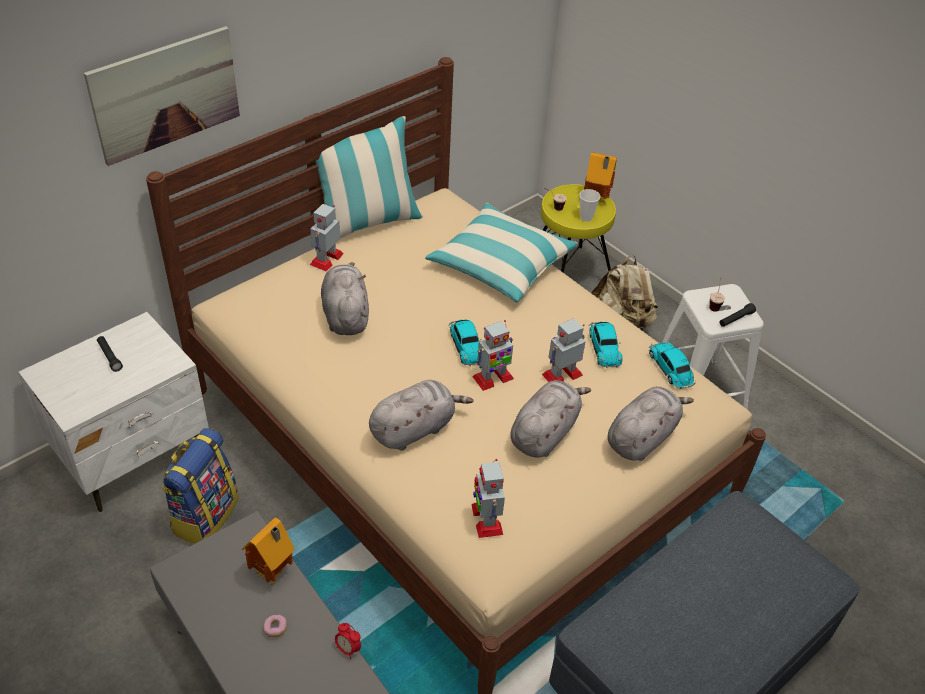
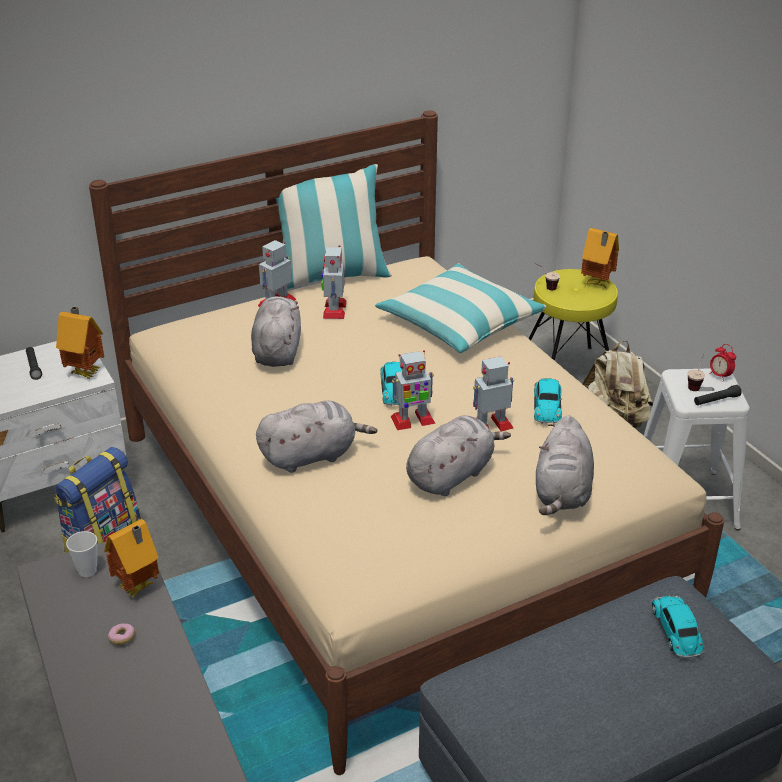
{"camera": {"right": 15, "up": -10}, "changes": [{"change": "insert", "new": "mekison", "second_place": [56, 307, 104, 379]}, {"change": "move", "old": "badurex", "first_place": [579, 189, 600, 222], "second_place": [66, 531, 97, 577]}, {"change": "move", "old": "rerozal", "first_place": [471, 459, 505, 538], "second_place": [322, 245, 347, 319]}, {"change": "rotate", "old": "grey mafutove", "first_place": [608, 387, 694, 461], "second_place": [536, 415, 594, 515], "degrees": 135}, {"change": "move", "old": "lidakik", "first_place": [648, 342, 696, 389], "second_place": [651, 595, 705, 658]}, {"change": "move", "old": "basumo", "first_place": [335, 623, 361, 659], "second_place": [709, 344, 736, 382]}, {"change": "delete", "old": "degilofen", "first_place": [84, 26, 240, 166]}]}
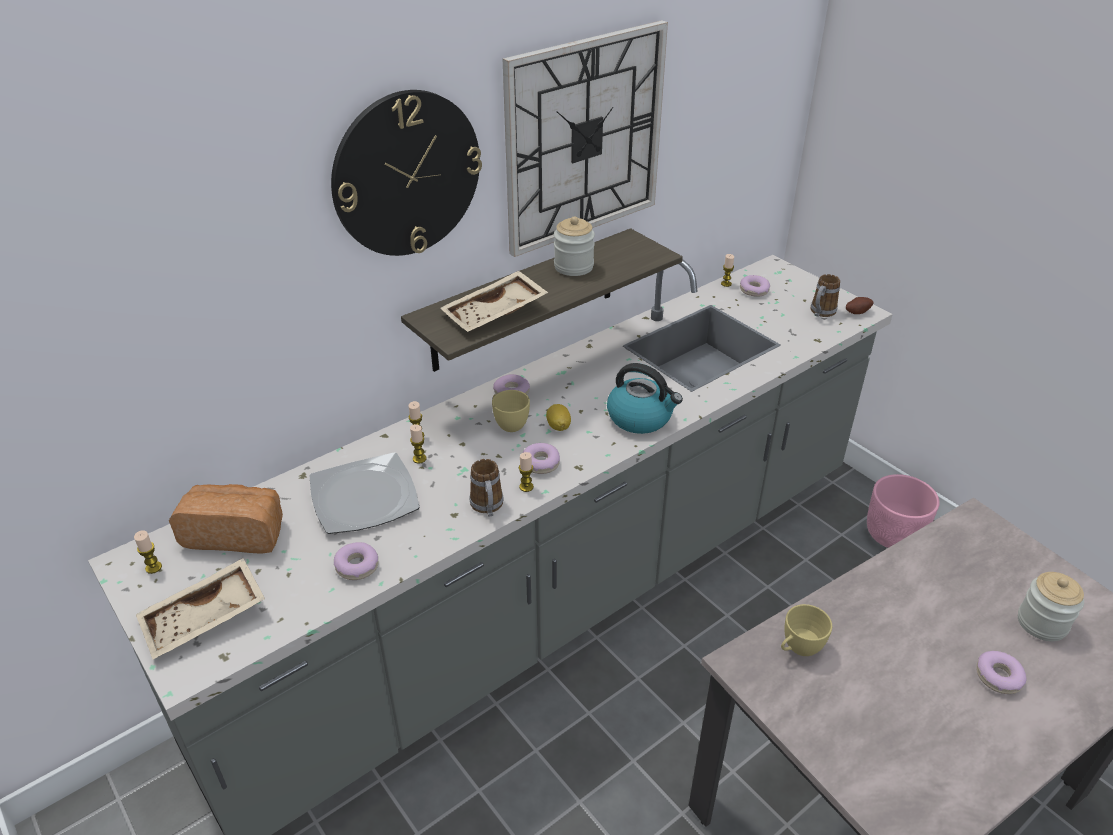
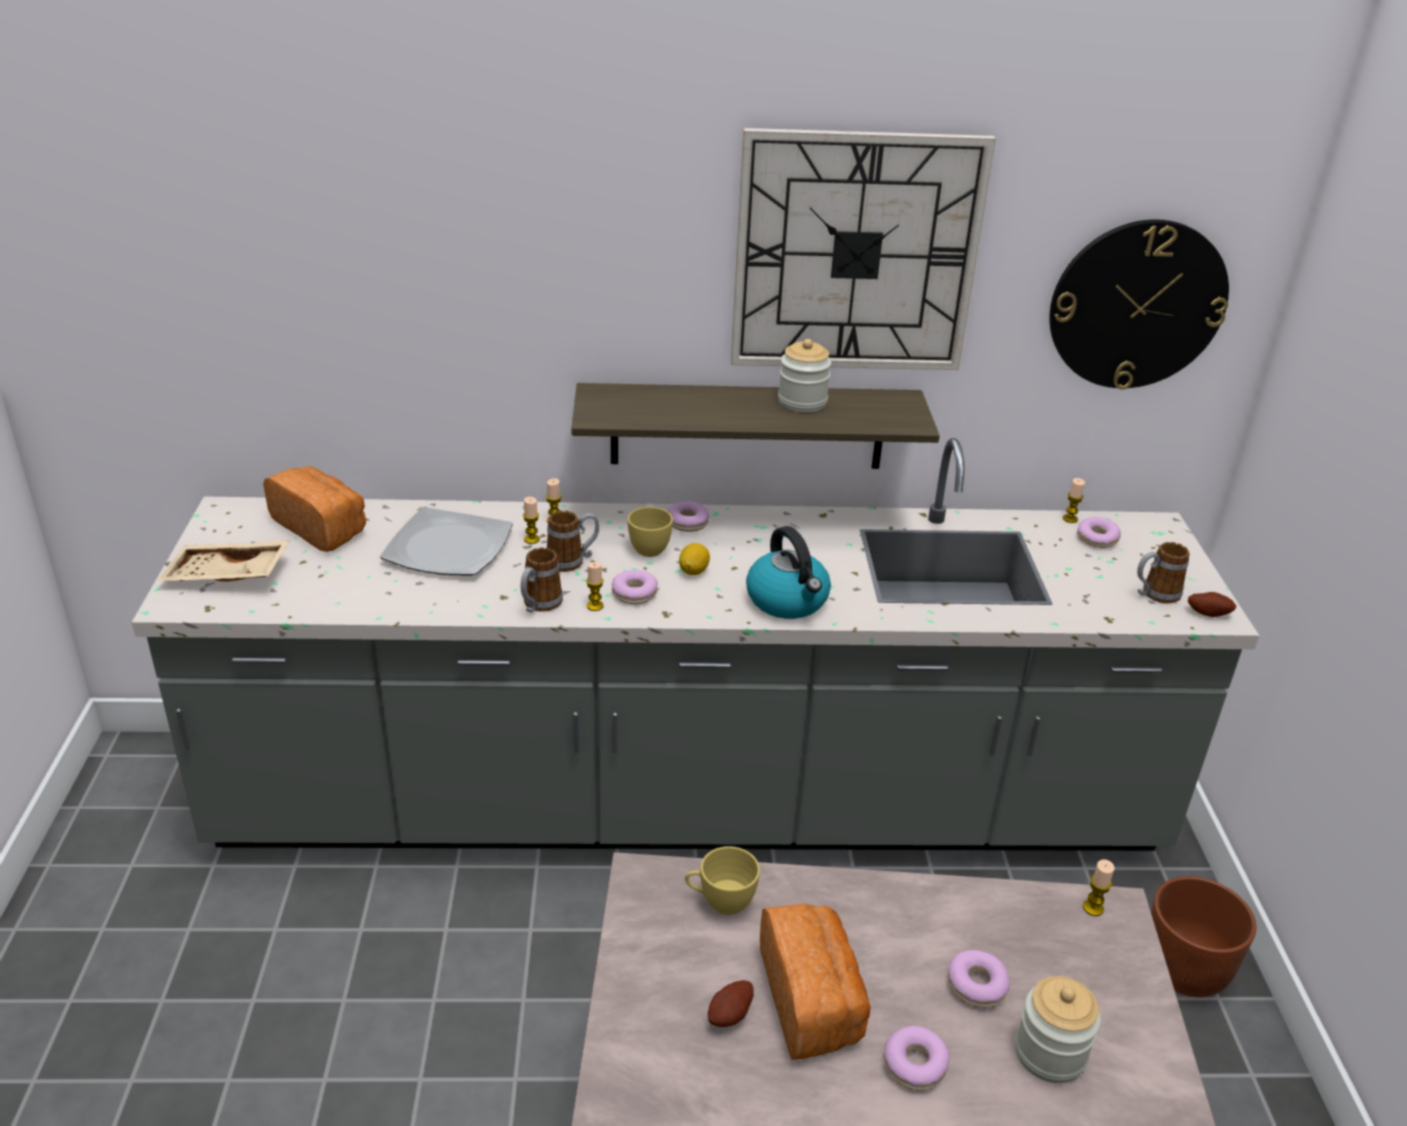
{"camera": {"right": 35, "up": -5}, "changes": [{"change": "insert", "new": "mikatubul", "second_place": [547, 511, 599, 572]}, {"change": "insert", "new": "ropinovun", "second_place": [708, 980, 754, 1027]}, {"change": "insert", "new": "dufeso", "second_place": [760, 903, 871, 1060]}, {"change": "move", "old": "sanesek", "first_place": [334, 542, 378, 580], "second_place": [948, 950, 1010, 1008]}, {"change": "move", "old": "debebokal", "first_place": [331, 90, 482, 256], "second_place": [1049, 219, 1229, 390]}, {"change": "move", "old": "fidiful", "first_place": [134, 530, 162, 574], "second_place": [1083, 859, 1115, 916]}, {"change": "recolor", "old": "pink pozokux", "new": "brown pozokux", "first_place": [867, 474, 940, 548], "second_place": [1151, 876, 1257, 998]}, {"change": "delete", "old": "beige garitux", "first_place": [440, 271, 548, 332]}]}
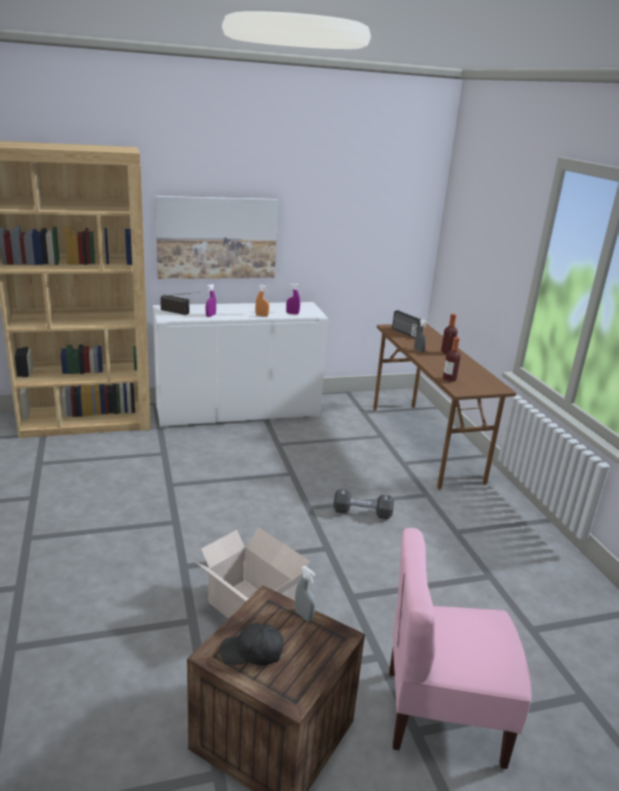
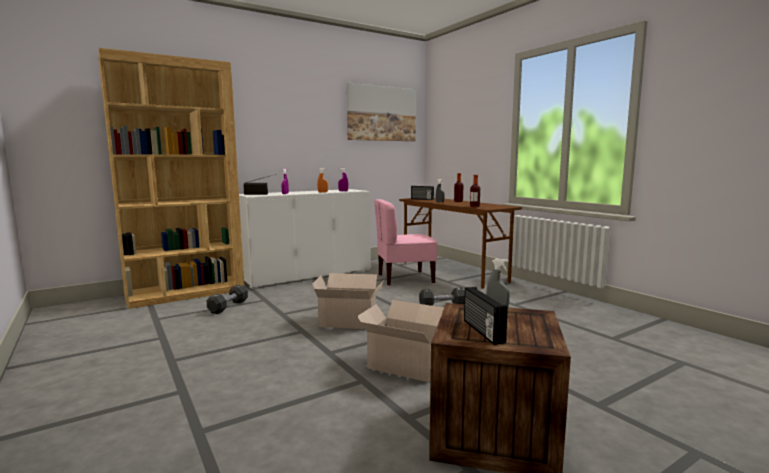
{"camera": {"right": -15, "up": -15}, "changes": [{"change": "insert", "new": "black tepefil", "second_place": [206, 285, 248, 314]}, {"change": "insert", "new": "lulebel", "second_place": [312, 273, 385, 329]}, {"change": "move", "old": "degilofen", "first_place": [155, 196, 278, 279], "second_place": [347, 83, 416, 141]}, {"change": "move", "old": "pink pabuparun", "first_place": [389, 528, 532, 769], "second_place": [375, 199, 437, 286]}, {"change": "replace", "old": "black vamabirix", "new": "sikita", "first_place": [220, 622, 284, 666], "second_place": [464, 287, 508, 345]}]}
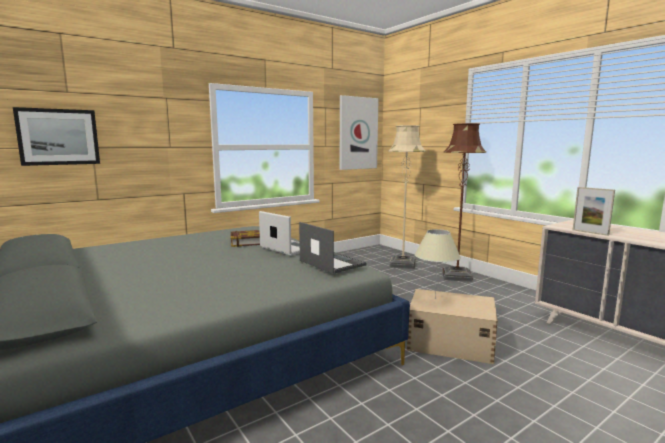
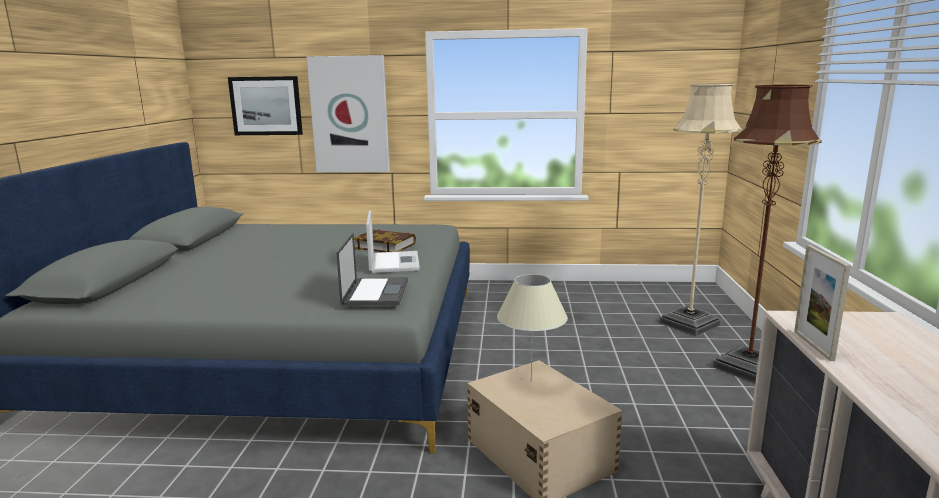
{"camera": {"right": 40, "up": 5}, "changes": [{"change": "move", "old": "degilofen", "first_place": [340, 95, 379, 170], "second_place": [306, 55, 390, 172]}]}
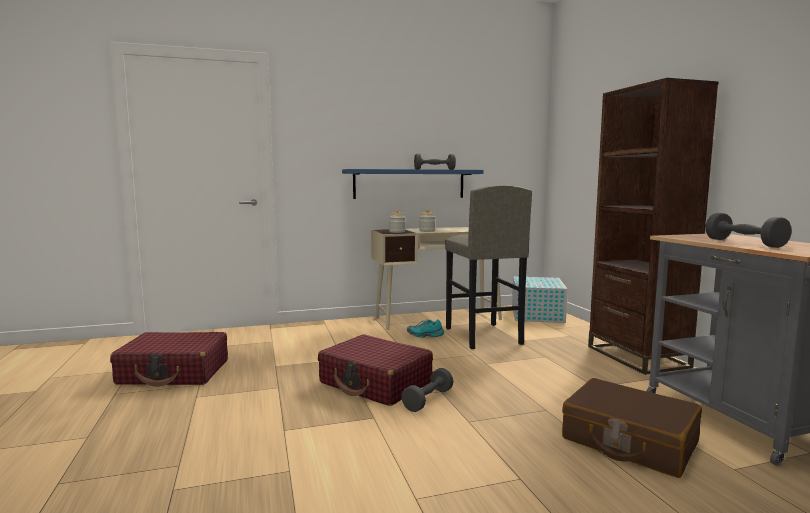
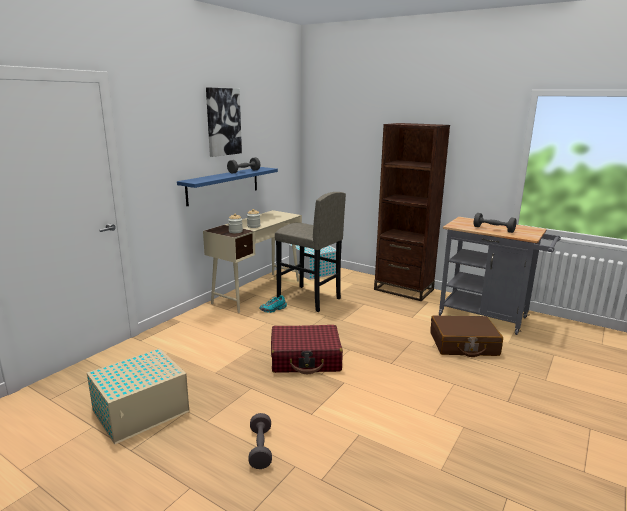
{"camera": {"right": -40, "up": 10}, "changes": [{"change": "replace", "old": "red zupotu", "new": "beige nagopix", "first_place": [110, 332, 228, 387], "second_place": [87, 348, 189, 444]}, {"change": "insert", "new": "degilofen", "second_place": [206, 88, 242, 157]}, {"change": "move", "old": "grey tepefil", "first_place": [401, 368, 453, 412], "second_place": [248, 413, 272, 469]}]}
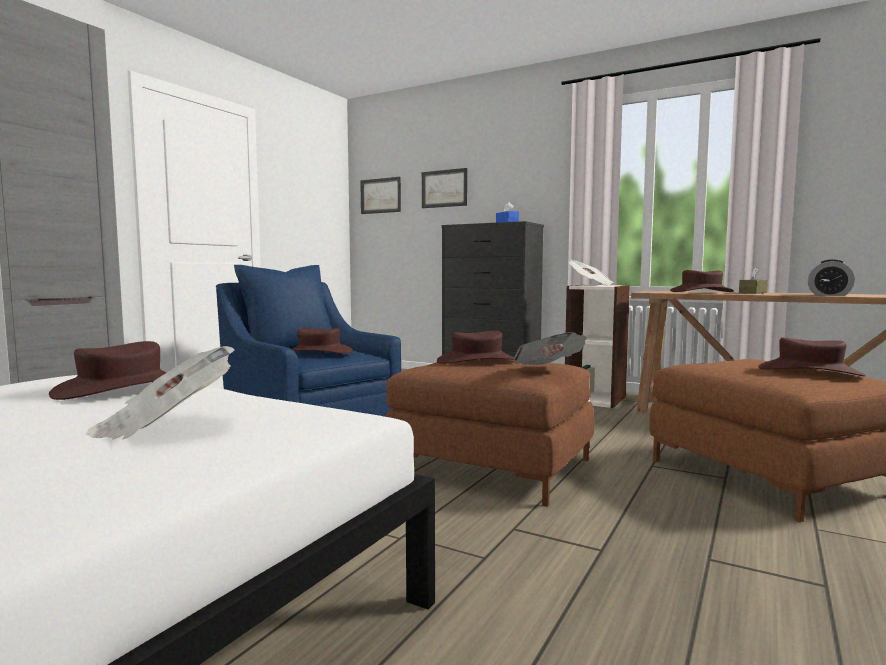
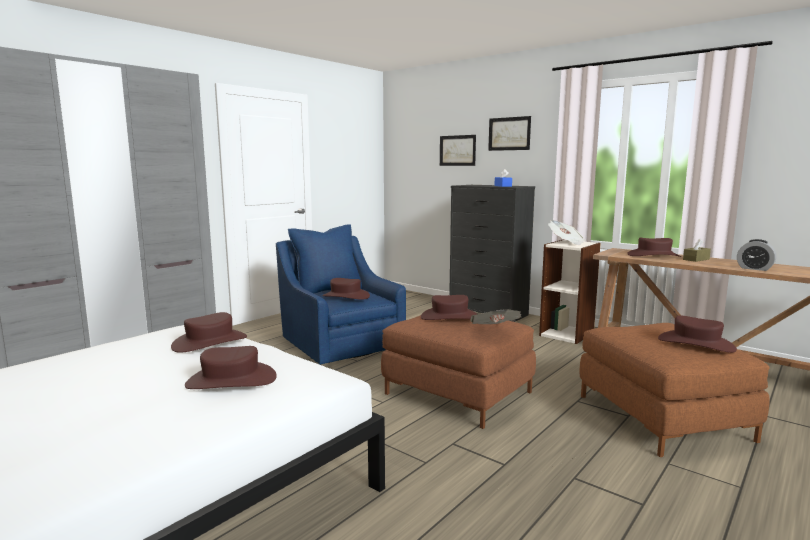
{"camera": {"right": 10, "up": 5}, "changes": [{"change": "replace", "old": "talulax", "new": "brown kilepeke", "first_place": [86, 346, 235, 439], "second_place": [185, 346, 277, 389]}, {"change": "move", "old": "degilofen", "first_place": [360, 177, 401, 214], "second_place": [488, 116, 531, 151]}]}
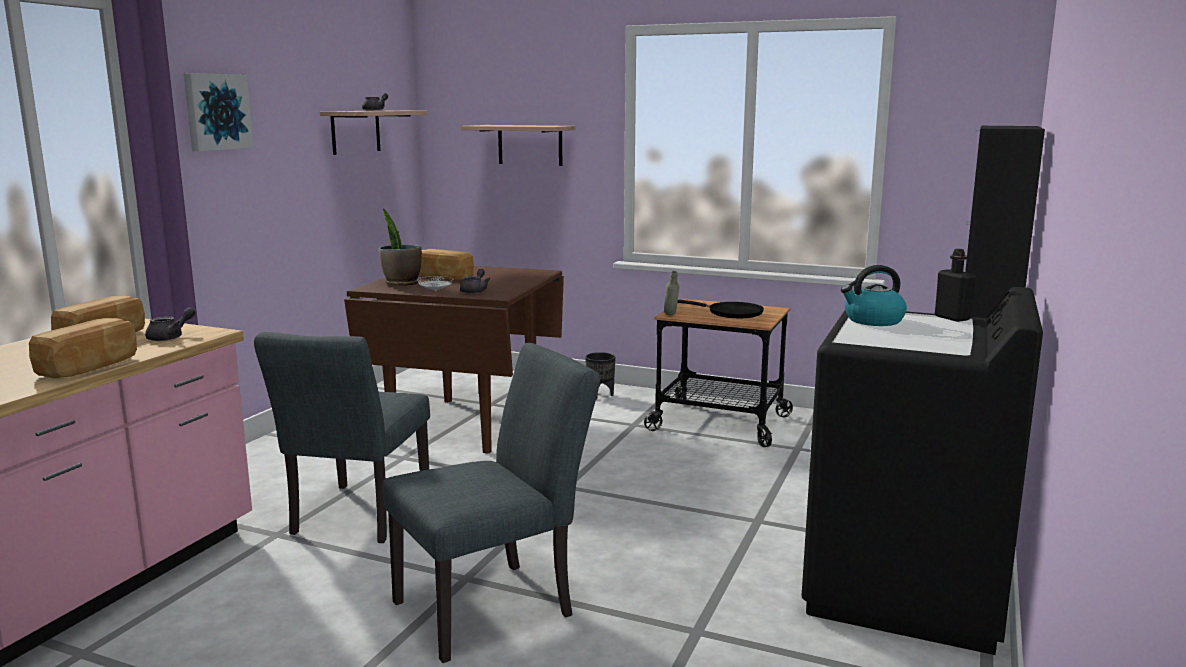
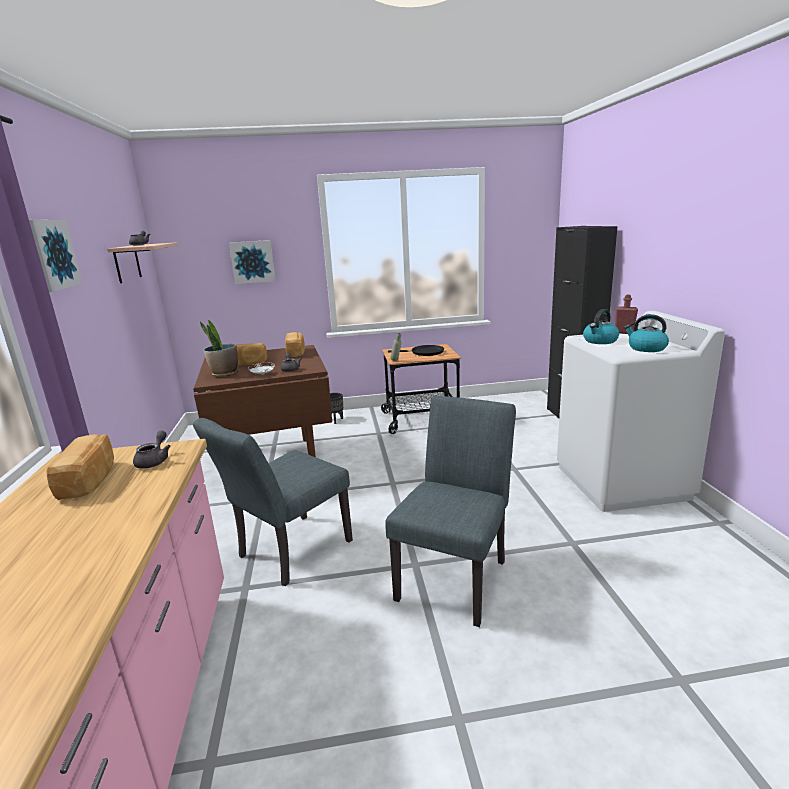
{"camera": {"right": -30, "up": 5}, "changes": [{"change": "rotate", "old": "grey pabuparun", "first_place": [254, 332, 430, 543], "second_place": [193, 418, 353, 586], "degrees": 60}, {"change": "replace", "old": "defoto", "new": "degilofen", "first_place": [461, 125, 576, 166], "second_place": [229, 240, 276, 284]}, {"change": "move", "old": "dufeso", "first_place": [29, 318, 137, 378], "second_place": [285, 332, 305, 357]}, {"change": "recolor", "old": "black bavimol", "new": "white bavimol", "first_place": [802, 287, 1043, 655], "second_place": [557, 311, 725, 512]}, {"change": "recolor", "old": "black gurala", "new": "red gurala", "first_place": [935, 249, 976, 322], "second_place": [615, 294, 638, 334]}, {"change": "insert", "new": "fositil", "second_place": [624, 314, 669, 352]}]}
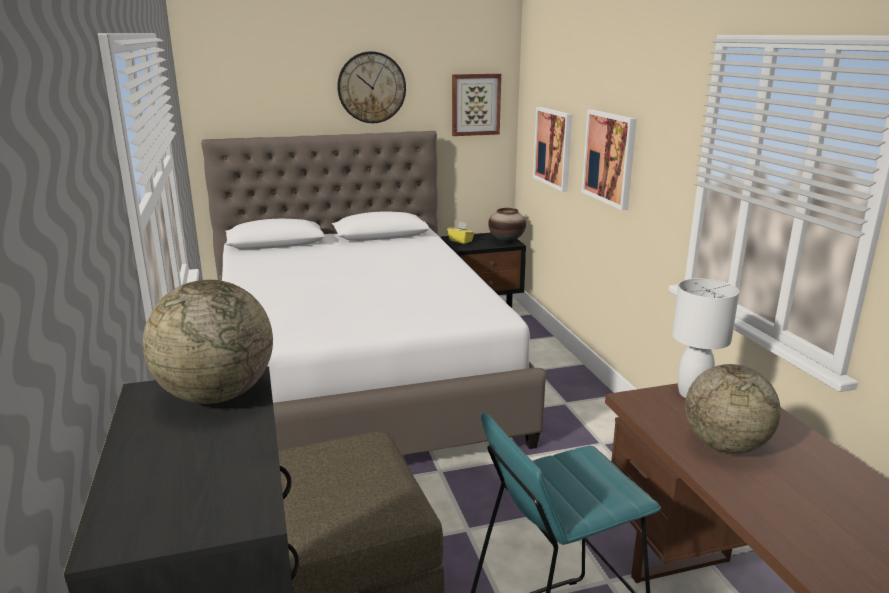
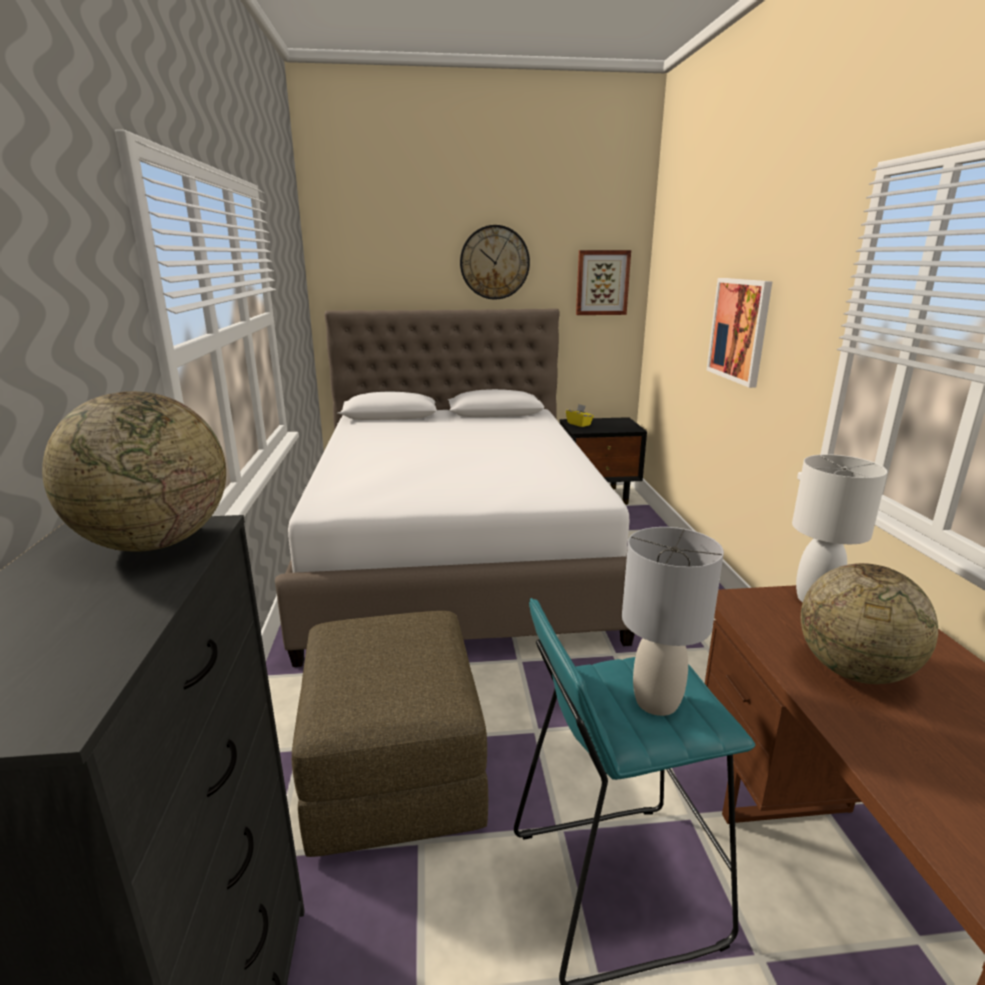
{"camera": {"right": 10, "up": 0}, "changes": [{"change": "insert", "new": "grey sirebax", "second_place": [622, 527, 724, 716]}, {"change": "delete", "old": "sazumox", "first_place": [488, 208, 526, 243]}, {"change": "delete", "old": "degilofen", "first_place": [533, 107, 572, 192]}]}
